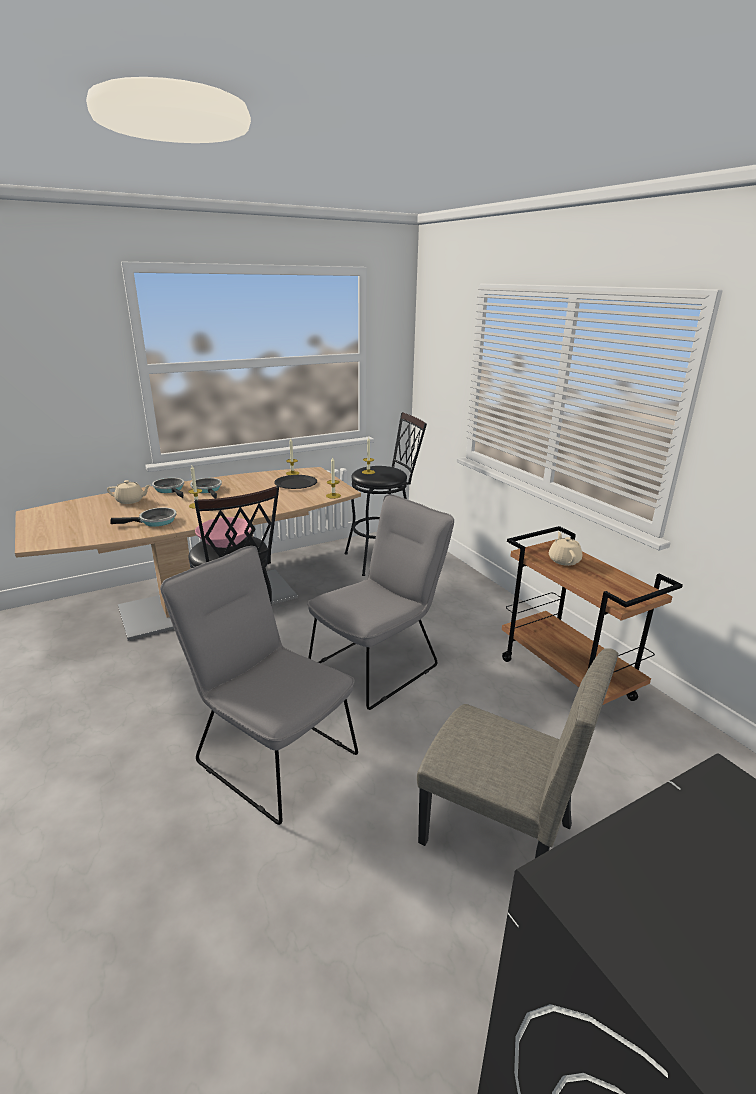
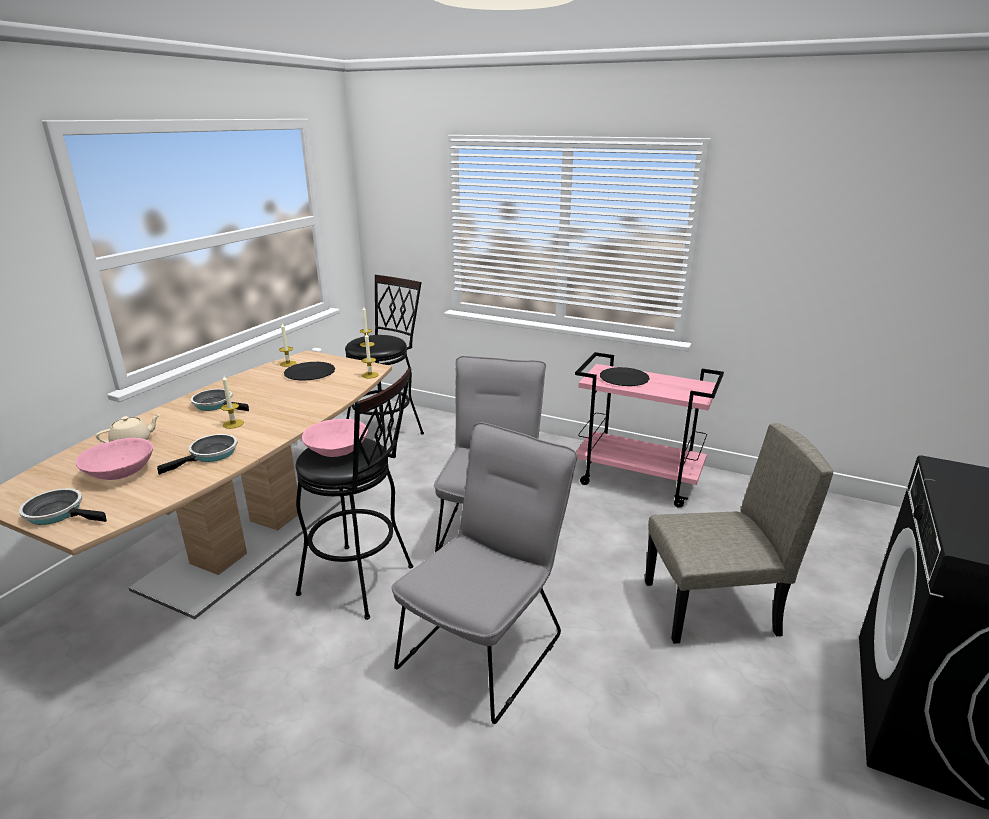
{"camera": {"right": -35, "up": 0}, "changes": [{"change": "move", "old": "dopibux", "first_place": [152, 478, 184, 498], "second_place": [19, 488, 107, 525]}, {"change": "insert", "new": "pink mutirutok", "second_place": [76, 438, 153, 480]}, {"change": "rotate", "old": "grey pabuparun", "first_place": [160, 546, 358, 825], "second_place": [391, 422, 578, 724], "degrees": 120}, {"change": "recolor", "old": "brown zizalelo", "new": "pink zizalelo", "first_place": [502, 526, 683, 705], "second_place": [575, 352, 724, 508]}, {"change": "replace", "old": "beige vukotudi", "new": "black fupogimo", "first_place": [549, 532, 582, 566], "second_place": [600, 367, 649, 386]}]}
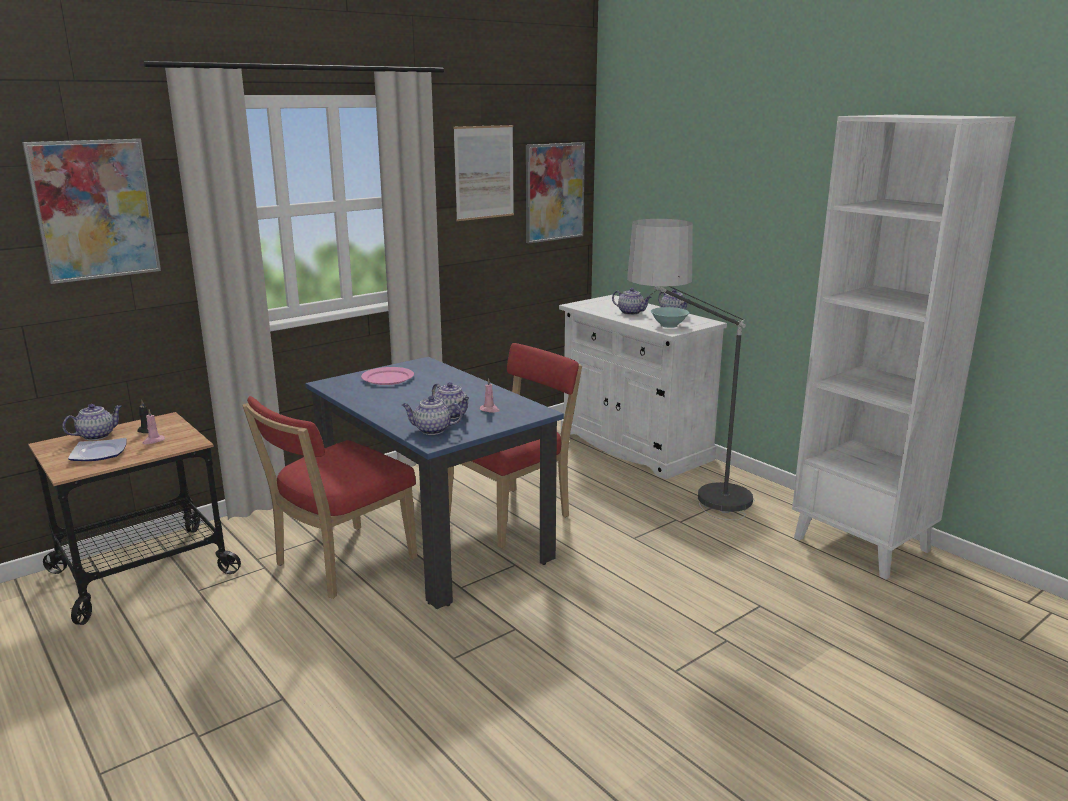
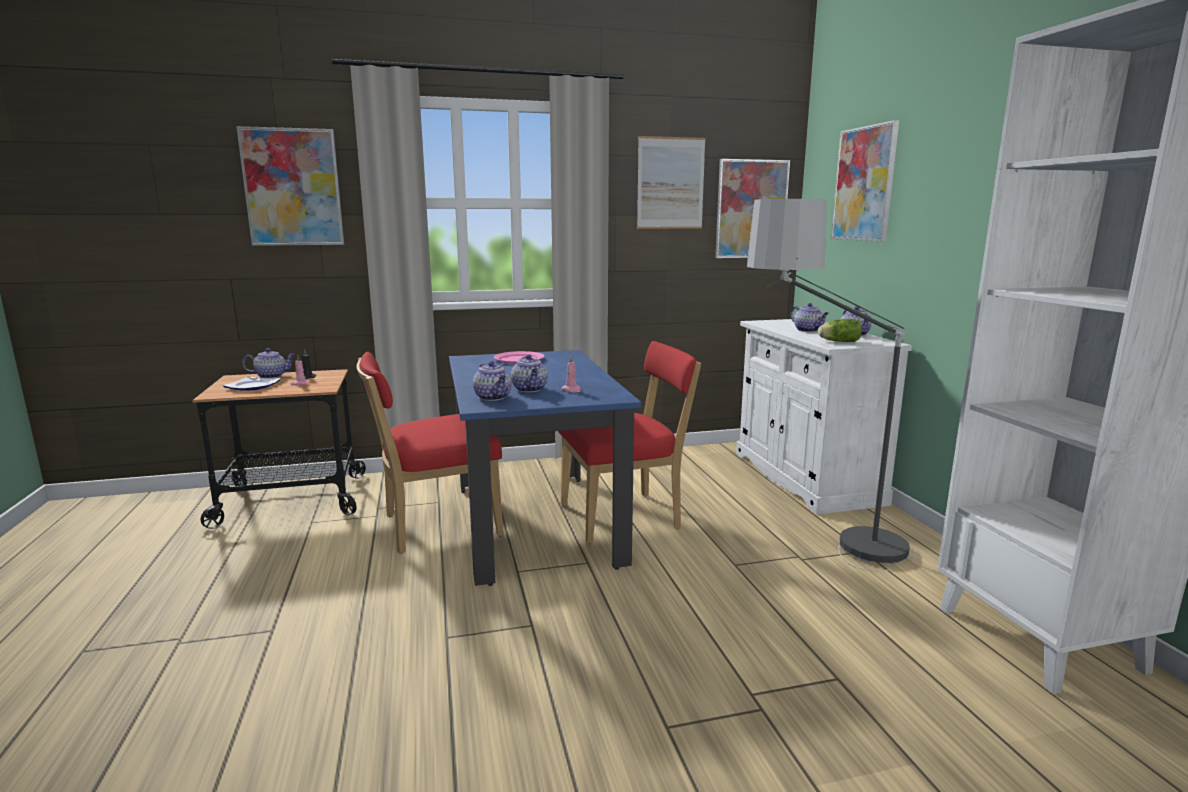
{"camera": {"right": 25, "up": -5}, "changes": [{"change": "rotate", "old": "vukotudi", "first_place": [402, 396, 462, 435], "second_place": [473, 361, 512, 401], "degrees": -150}, {"change": "replace", "old": "turquoise mutirutok", "new": "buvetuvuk", "first_place": [651, 307, 689, 328], "second_place": [818, 319, 862, 342]}, {"change": "insert", "new": "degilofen", "second_place": [831, 120, 899, 241]}]}
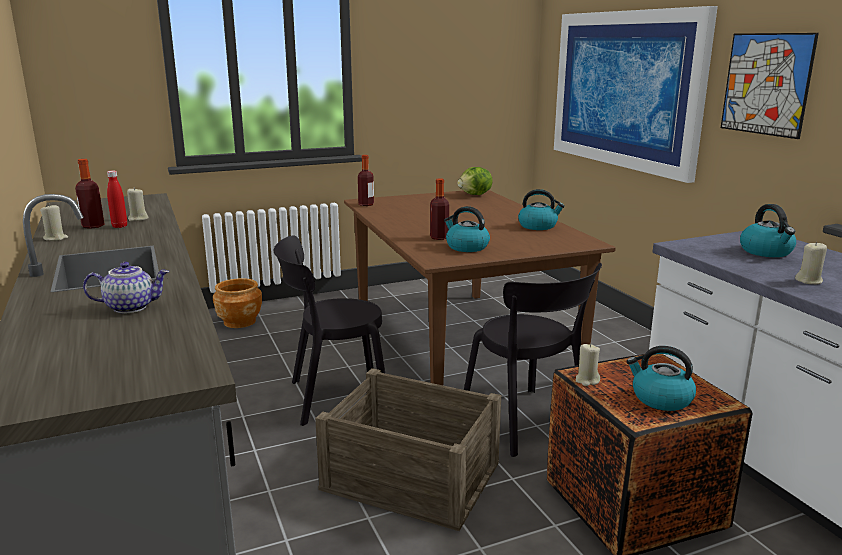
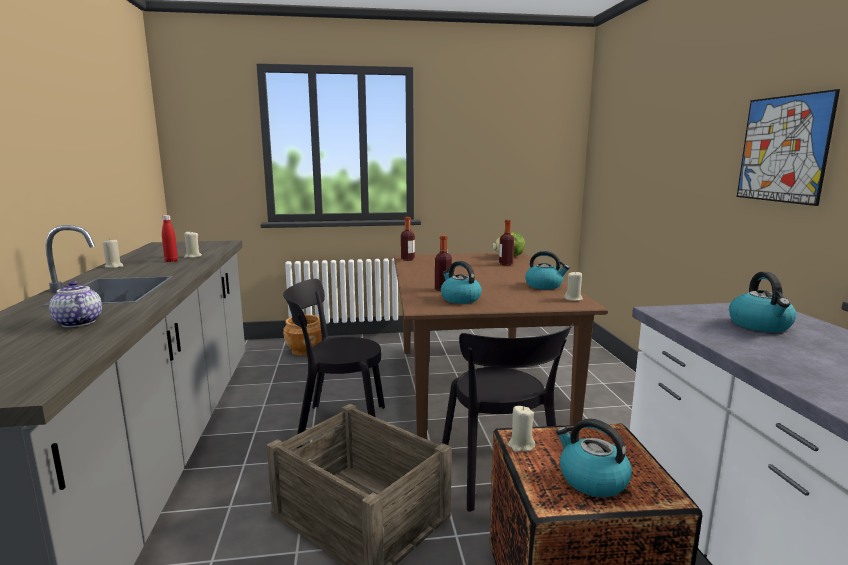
{"camera": {"right": 15, "up": -5}, "changes": [{"change": "rotate", "old": "vukotudi", "first_place": [83, 262, 169, 313], "second_place": [49, 281, 102, 327], "degrees": -135}, {"change": "move", "old": "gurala", "first_place": [75, 159, 104, 229], "second_place": [499, 220, 514, 266]}, {"change": "move", "old": "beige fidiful", "first_place": [795, 242, 827, 284], "second_place": [564, 271, 583, 301]}, {"change": "delete", "old": "degilofen", "first_place": [554, 6, 718, 183]}]}
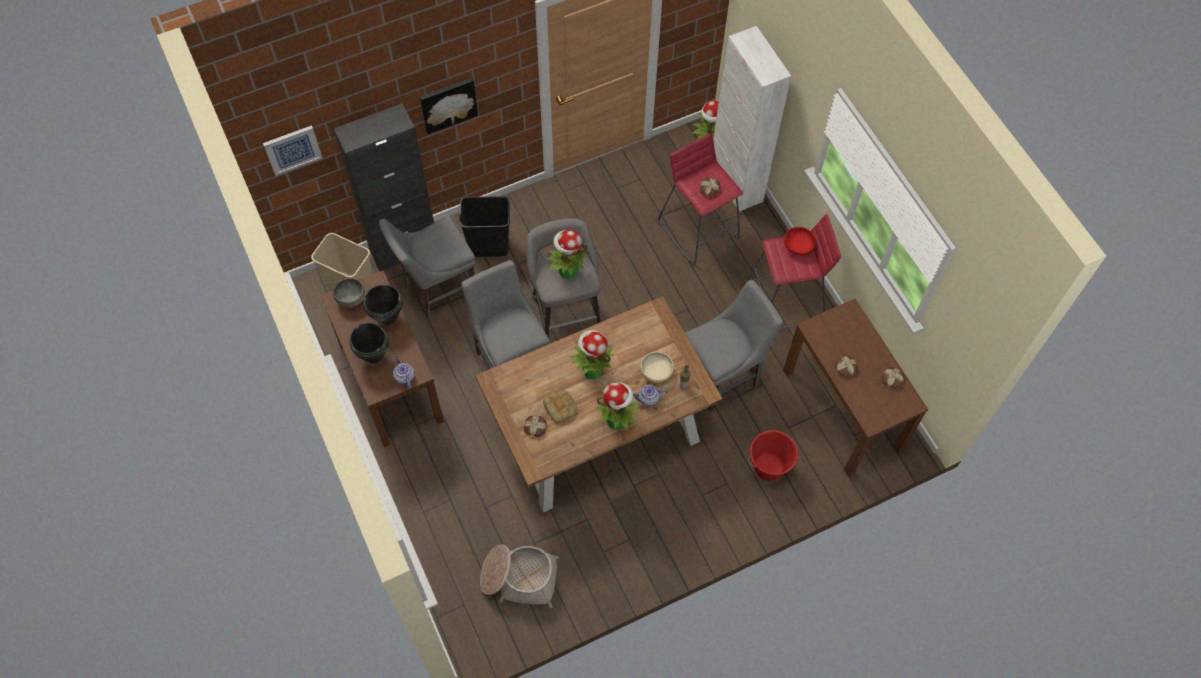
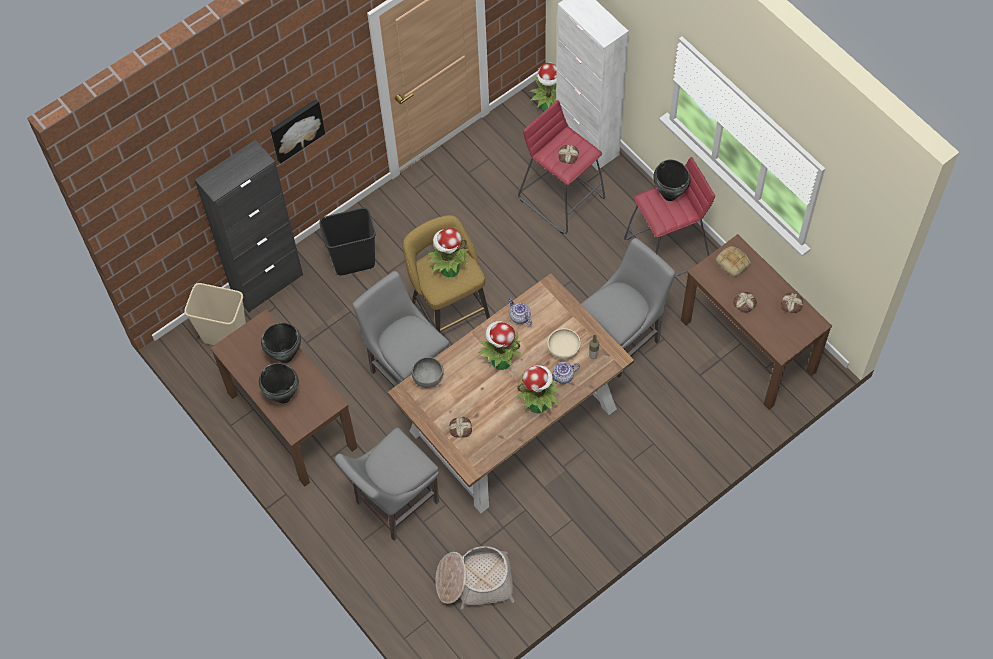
{"camera": {"right": -10, "up": 0}, "changes": [{"change": "move", "old": "grey pabuparun", "first_place": [379, 216, 476, 321], "second_place": [335, 428, 439, 541]}, {"change": "recolor", "old": "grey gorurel", "new": "yellow gorurel", "first_place": [526, 218, 601, 338], "second_place": [403, 215, 490, 332]}, {"change": "move", "old": "grey mutirutok", "first_place": [333, 278, 365, 308], "second_place": [412, 357, 444, 388]}, {"change": "move", "old": "vukotudi", "first_place": [393, 356, 415, 388], "second_place": [508, 298, 532, 326]}, {"change": "replace", "old": "red mutirutok", "new": "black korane", "first_place": [784, 227, 816, 256], "second_place": [653, 160, 691, 201]}, {"change": "move", "old": "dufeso", "first_place": [543, 390, 578, 423], "second_place": [715, 246, 751, 277]}, {"change": "delete", "old": "degilofen", "first_place": [263, 125, 322, 176]}, {"change": "delete", "old": "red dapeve", "first_place": [748, 430, 798, 481]}]}
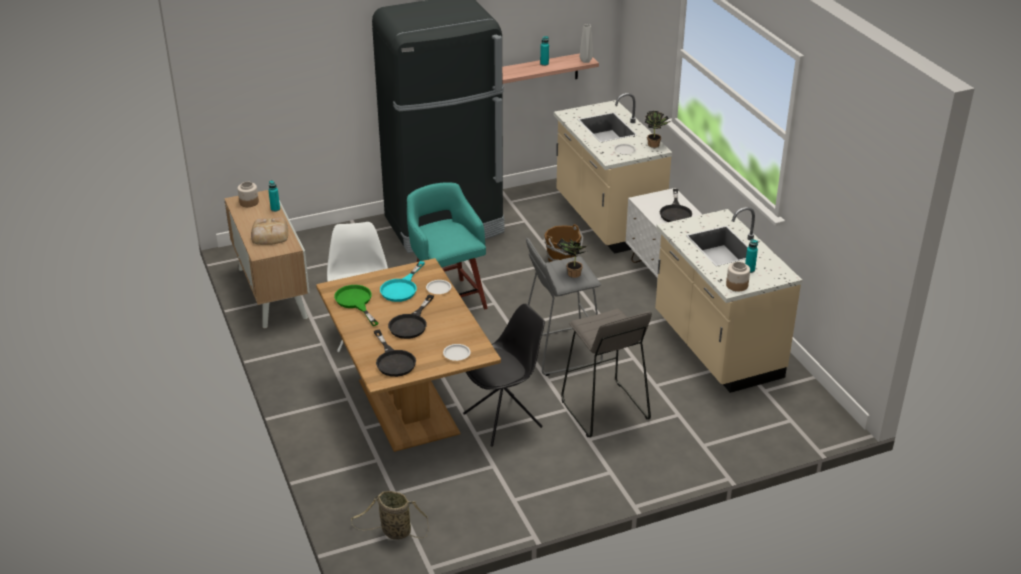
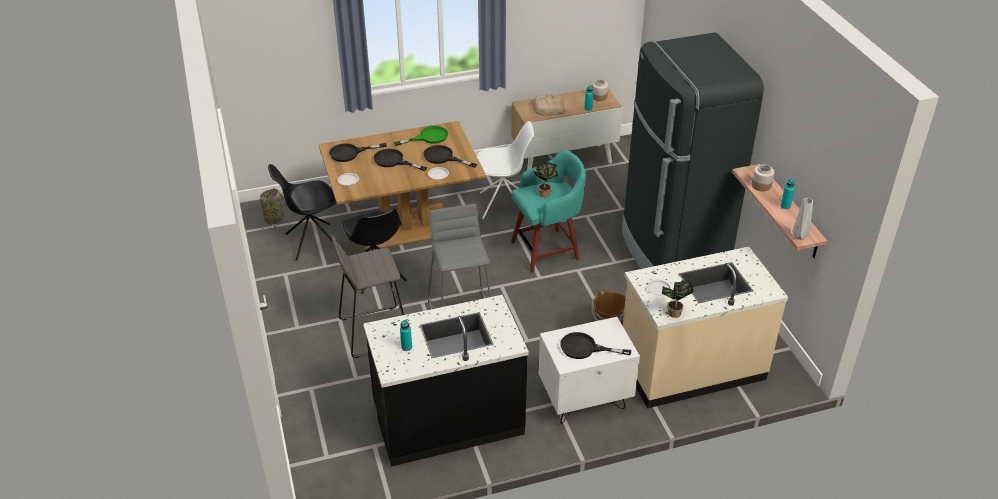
{"camera": {"right": 95, "up": 5}, "changes": [{"change": "insert", "new": "black pabuparun", "second_place": [268, 164, 336, 261]}, {"change": "recolor", "old": "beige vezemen", "new": "black vezemen", "first_place": [655, 207, 802, 393], "second_place": [363, 295, 529, 467]}, {"change": "recolor", "old": "turquoise dopibux", "new": "black dopibux", "first_place": [380, 261, 425, 302], "second_place": [423, 145, 477, 168]}, {"change": "move", "old": "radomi", "first_place": [557, 238, 586, 278], "second_place": [533, 162, 559, 197]}, {"change": "move", "old": "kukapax", "first_place": [726, 262, 750, 291], "second_place": [752, 165, 774, 191]}]}
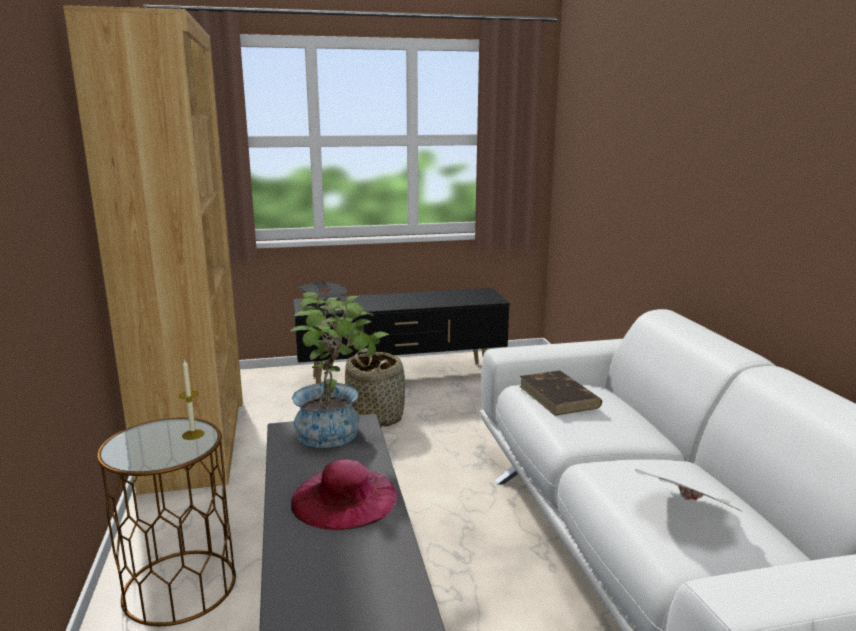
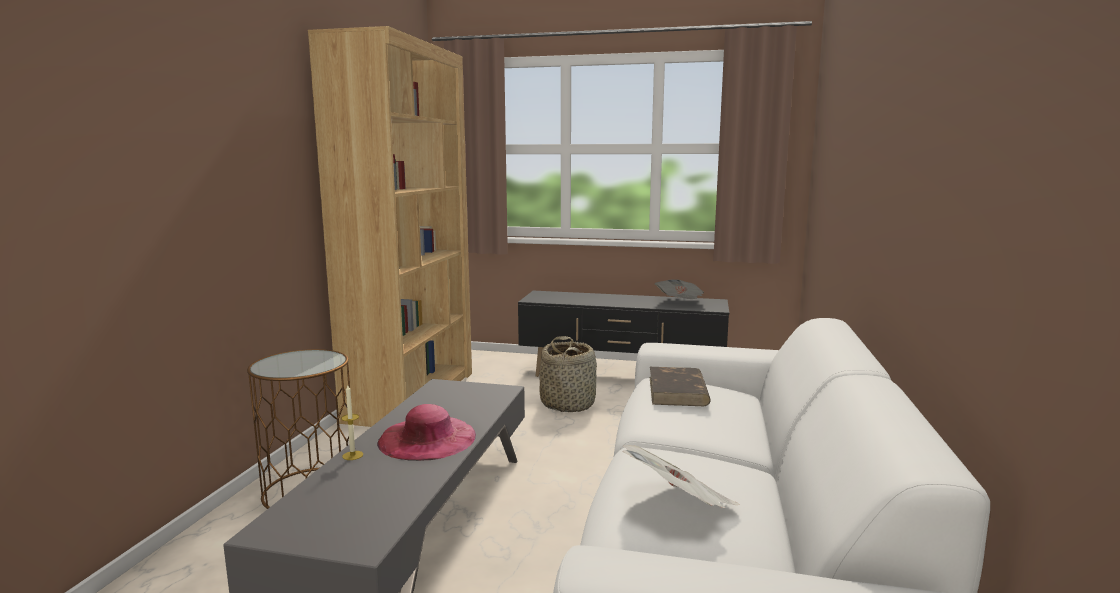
{"camera": {"right": 25, "up": -5}, "changes": [{"change": "move", "old": "fidiful", "first_place": [179, 359, 204, 440], "second_place": [341, 385, 363, 460]}, {"change": "move", "old": "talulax", "first_place": [297, 282, 349, 297], "second_place": [654, 279, 704, 299]}, {"change": "delete", "old": "radomi", "first_place": [291, 292, 389, 448]}]}
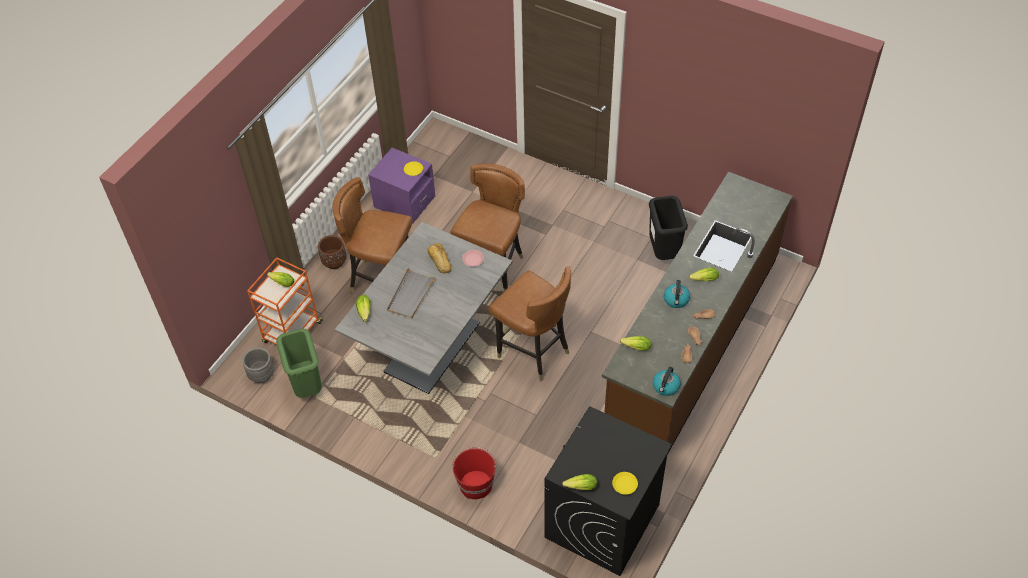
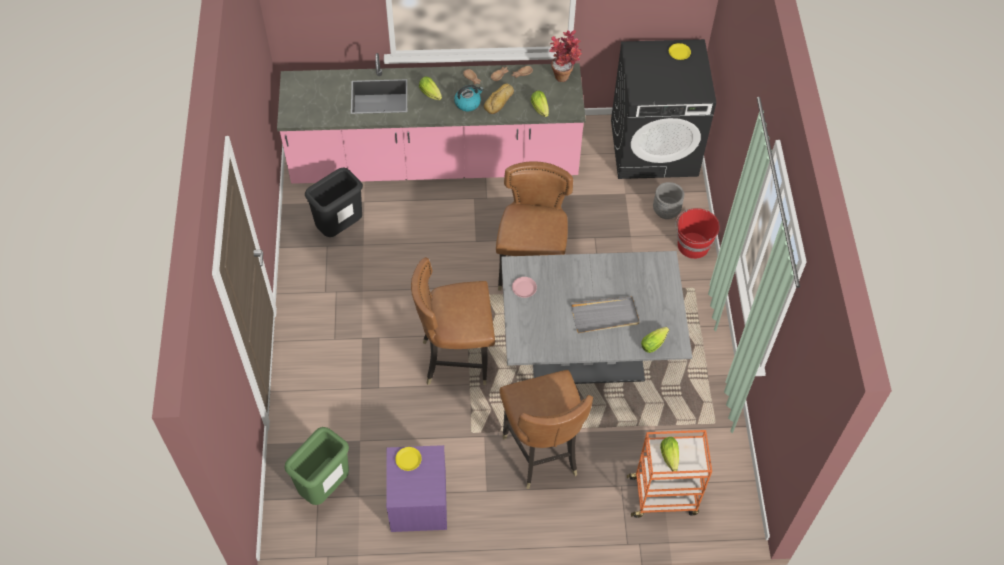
{"camera": {"right": -125, "up": 5}, "changes": [{"change": "recolor", "old": "brown vezemen", "new": "pink vezemen", "first_place": [602, 172, 793, 455], "second_place": [277, 53, 586, 184]}, {"change": "move", "old": "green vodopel", "first_place": [276, 328, 322, 398], "second_place": [285, 427, 349, 505]}, {"change": "move", "old": "dufeso", "first_place": [428, 243, 451, 273], "second_place": [484, 84, 514, 114]}, {"change": "replace", "old": "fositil", "new": "radomi", "first_place": [653, 367, 681, 396], "second_place": [549, 30, 582, 82]}, {"change": "move", "old": "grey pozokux", "first_place": [242, 347, 274, 383], "second_place": [653, 182, 684, 219]}, {"change": "delete", "old": "brown pozokux", "first_place": [318, 235, 347, 269]}, {"change": "delete", "old": "buvetuvuk", "first_place": [562, 474, 597, 490]}]}
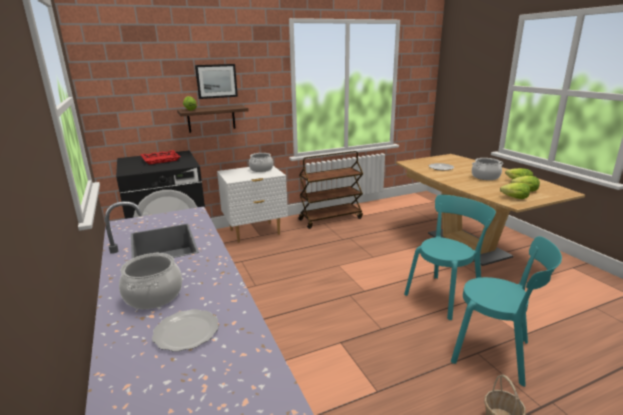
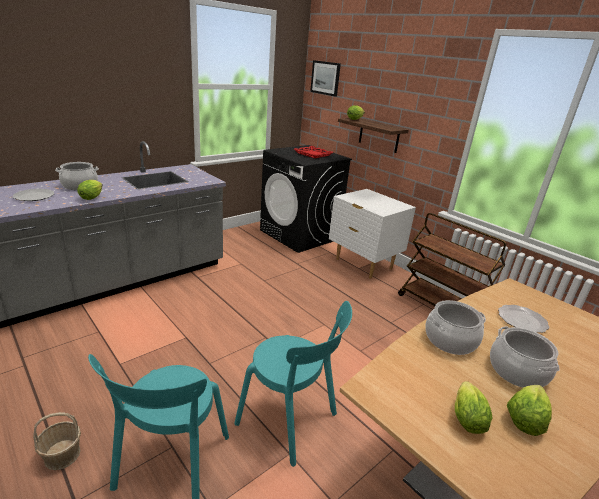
{"camera": {"right": 70, "up": 5}, "changes": [{"change": "move", "old": "buvetuvuk", "first_place": [500, 182, 530, 199], "second_place": [77, 180, 103, 200]}, {"change": "move", "old": "degilofen", "first_place": [195, 64, 238, 99], "second_place": [310, 60, 341, 97]}, {"change": "move", "old": "korane", "first_place": [249, 153, 273, 172], "second_place": [425, 300, 486, 355]}]}
